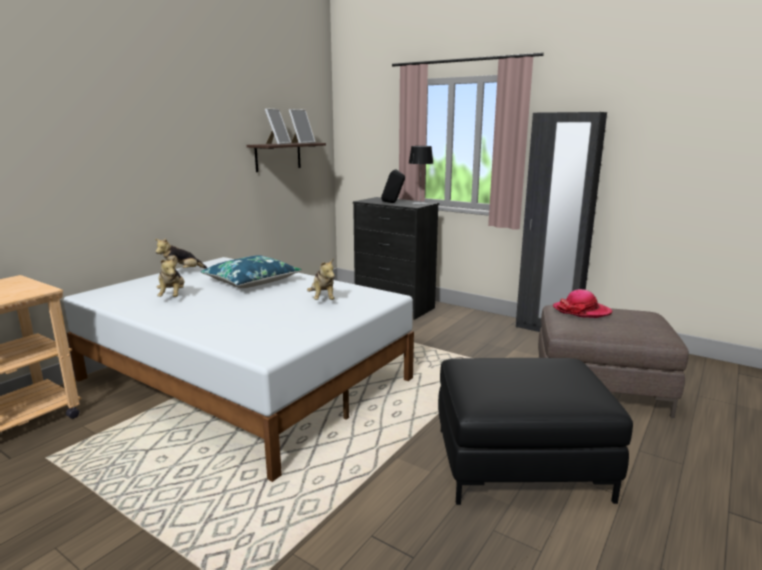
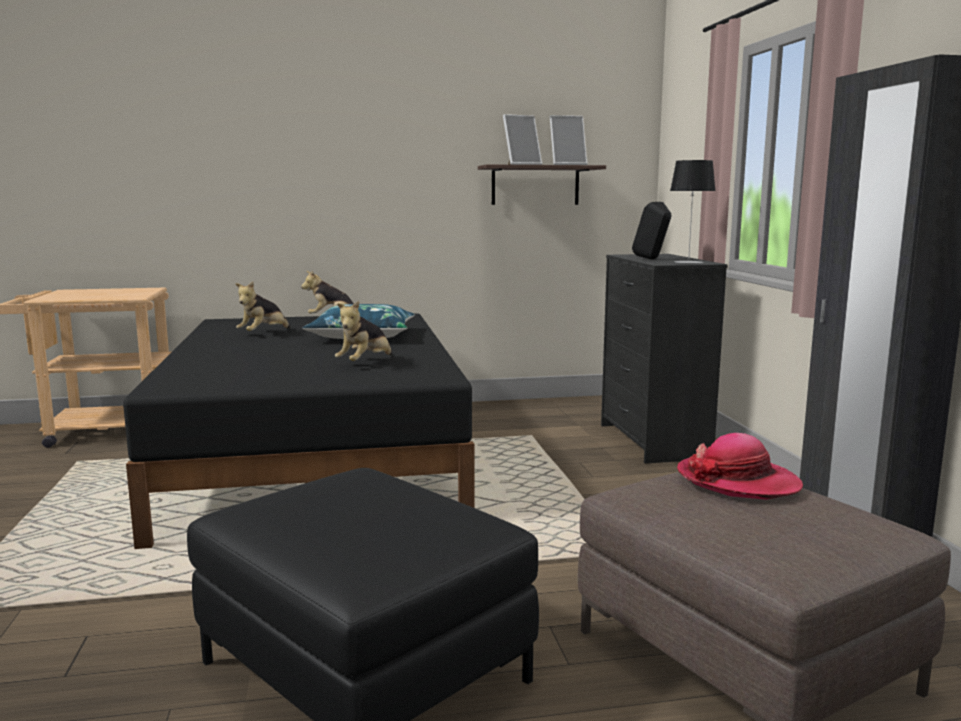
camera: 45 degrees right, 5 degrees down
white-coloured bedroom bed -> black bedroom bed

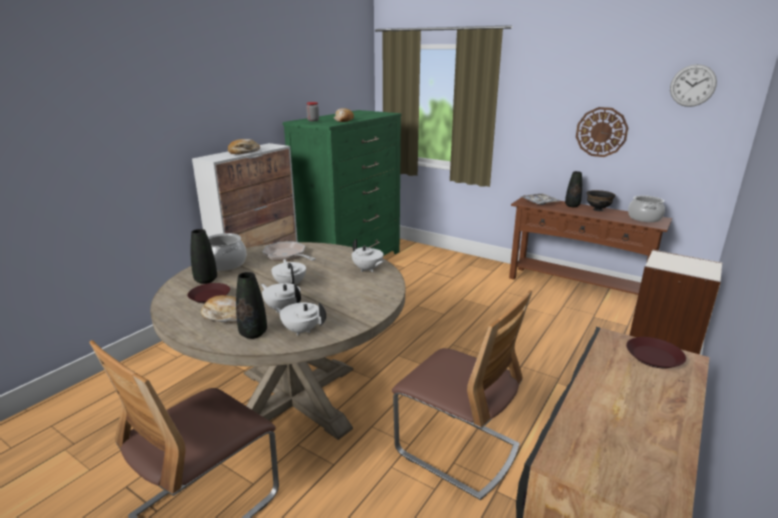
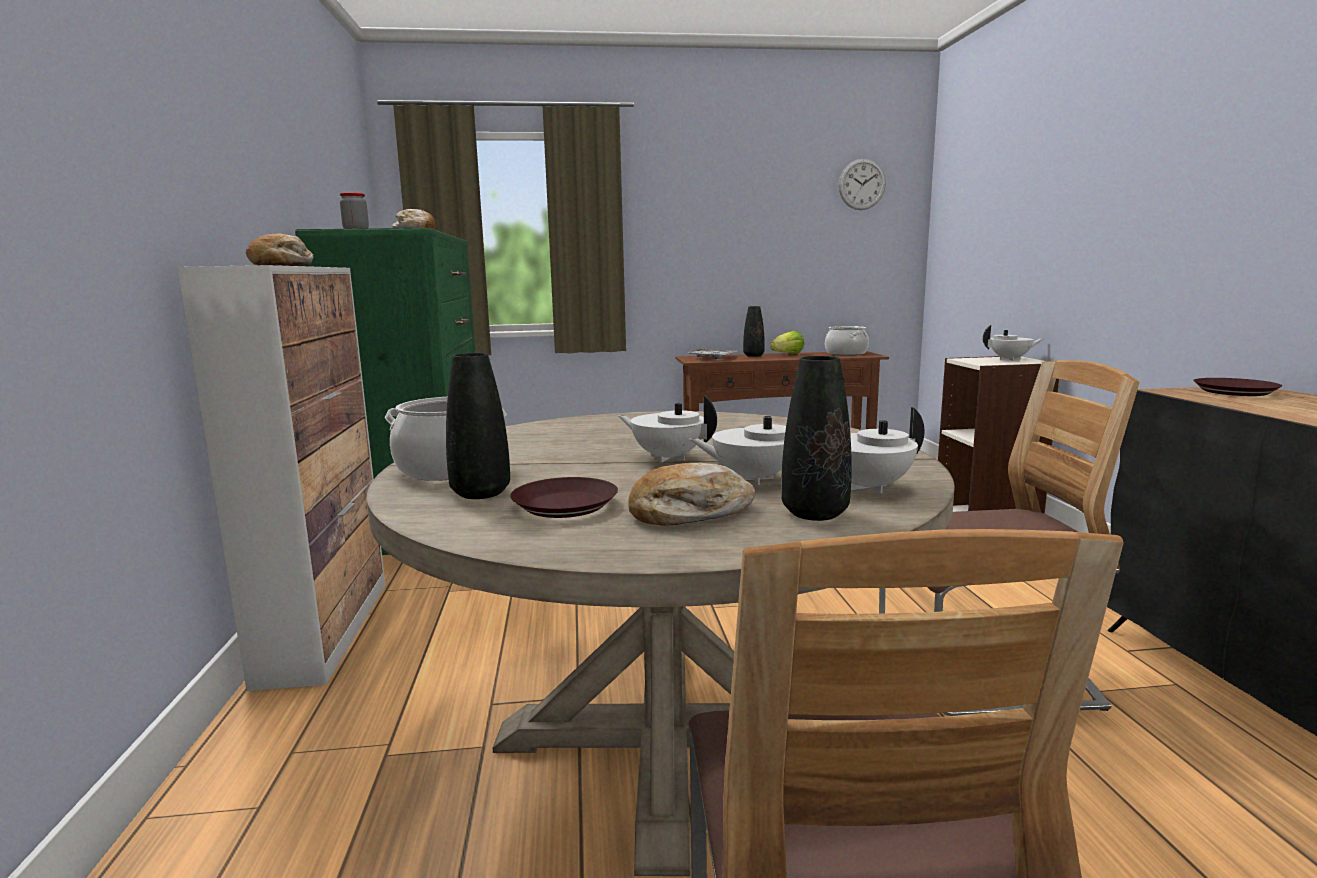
camera: 40 degrees left, 10 degrees down
clock on the wall (1st from left) -> none
black bowl -> lettuce
white-coloured pot for tea (4th from left), move
pan -> none

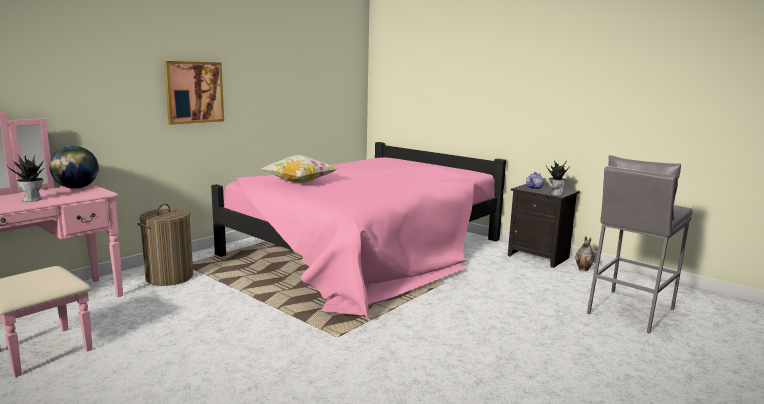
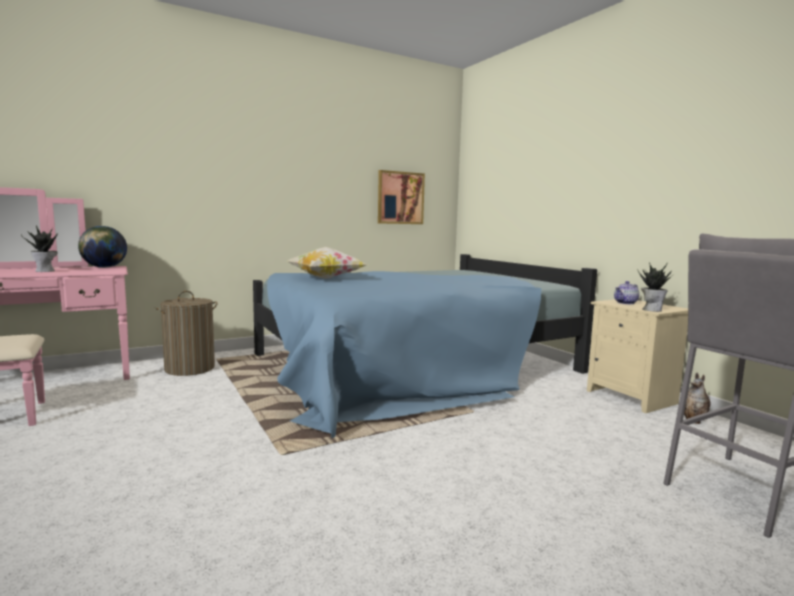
camera: 20 degrees right, 5 degrees down
picture, move
pink-coloured bedroom bed -> bluish bedroom bed
black nightstand -> beige-coloured nightstand

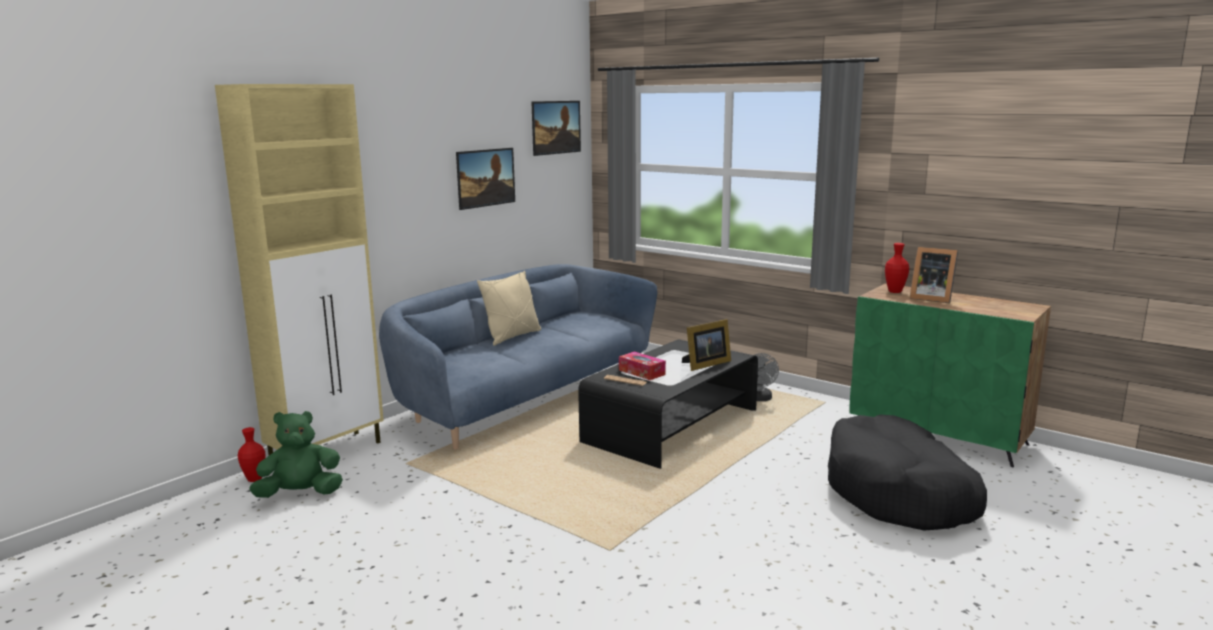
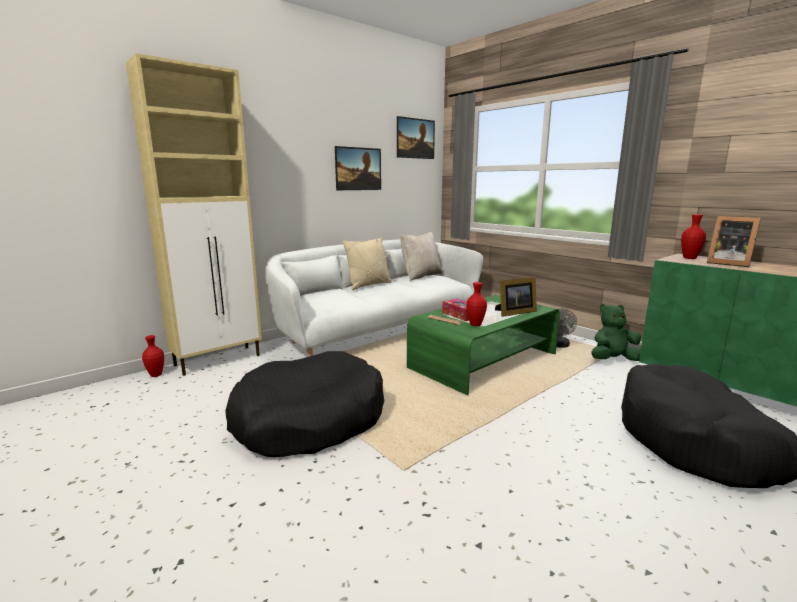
camera: 10 degrees right, 0 degrees up
bluish sofa -> white-coloured sofa
black lounge table -> greenish lounge table
greenish soft toy, move
none -> beige-coloured cushion (2nd from left)
none -> red vase (2nd from left)
none -> black dog bed (1st from left)

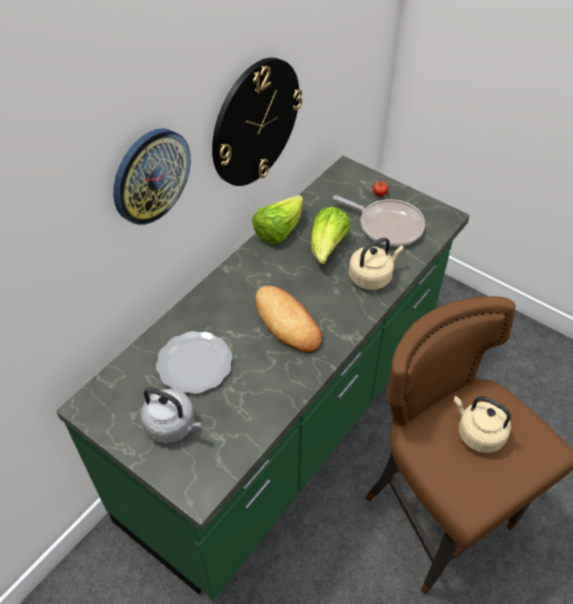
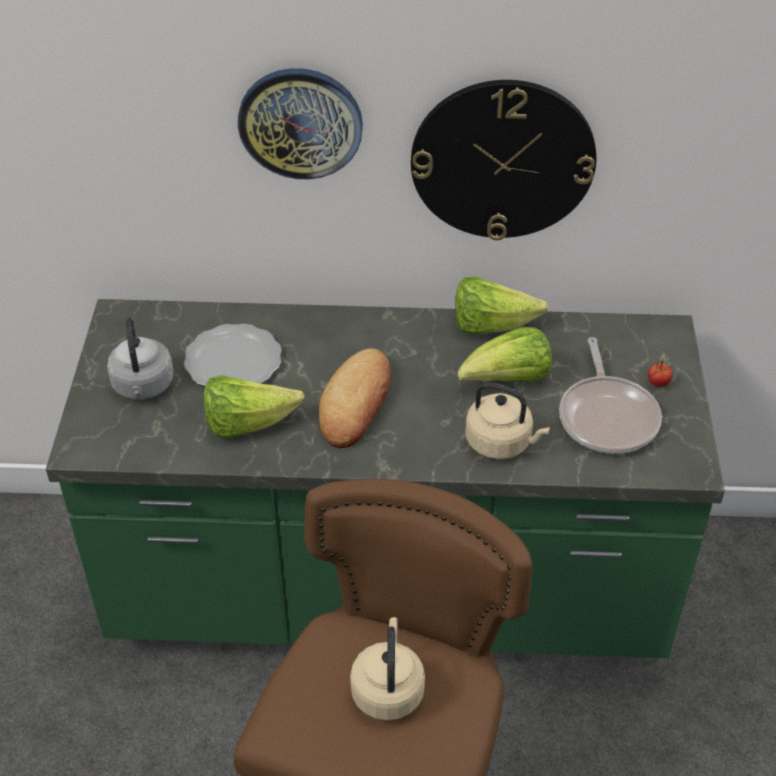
camera: 55 degrees right, 5 degrees down
none -> lettuce (1st from left)

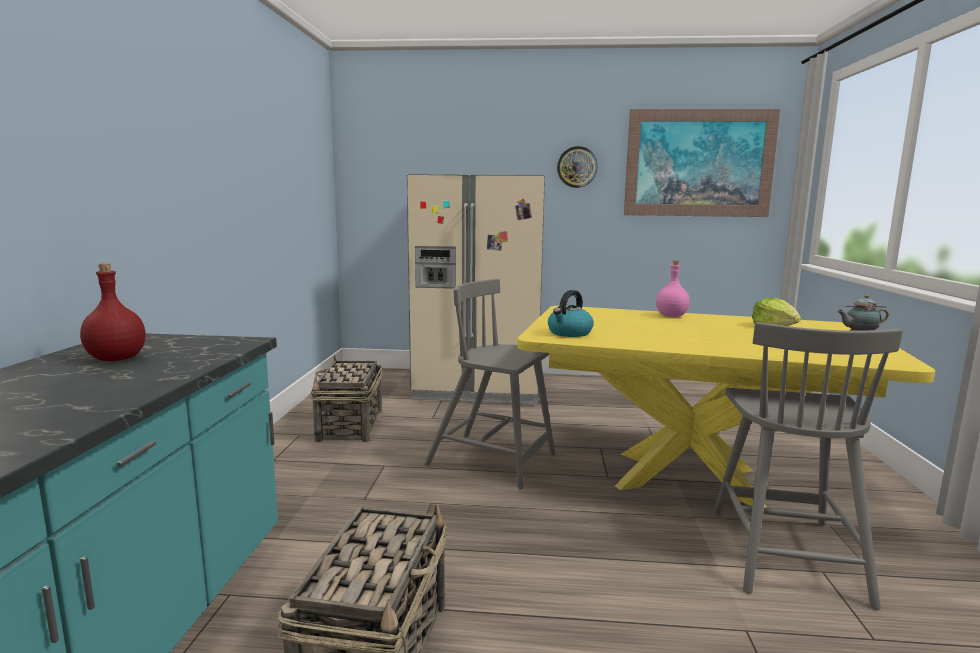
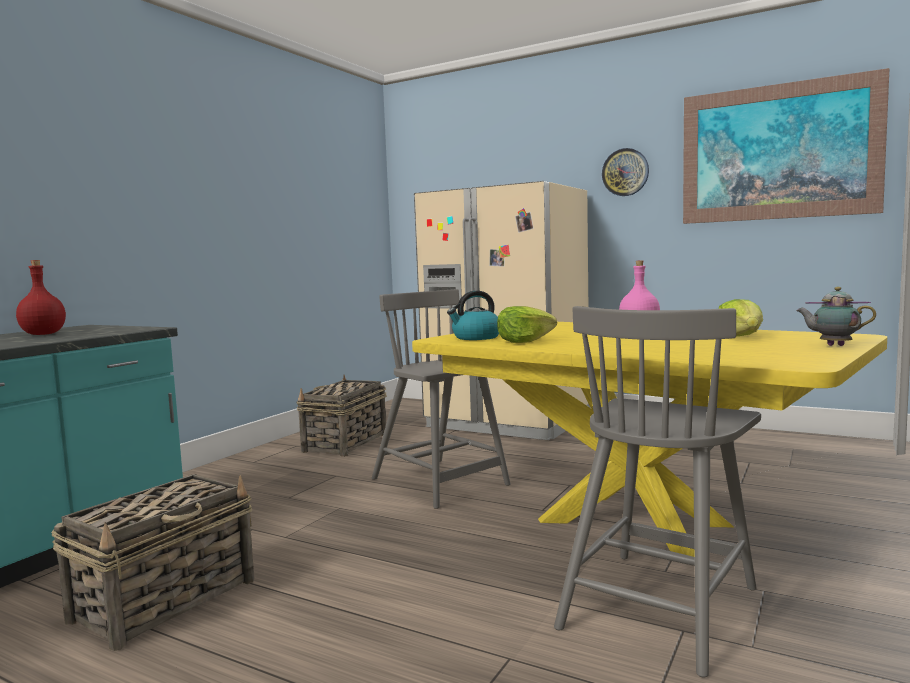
camera: 25 degrees right, 5 degrees down
none -> lettuce (1st from left)

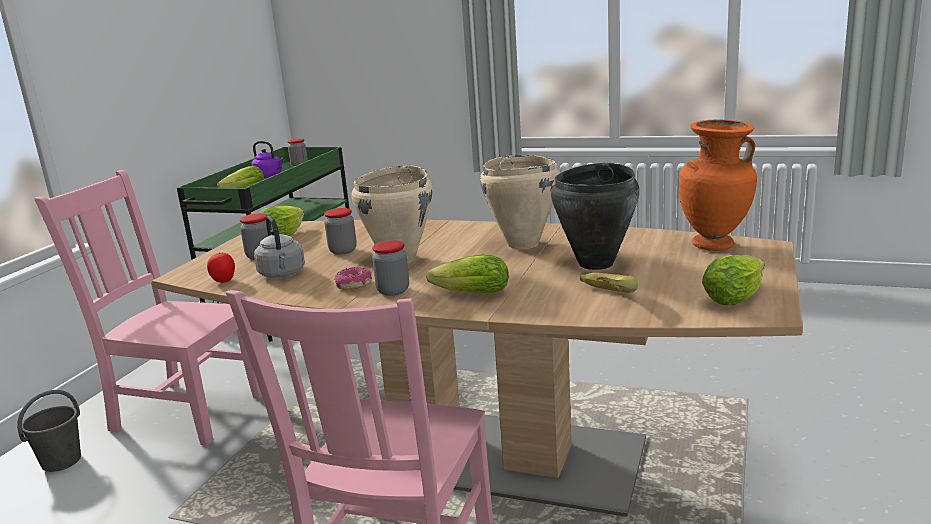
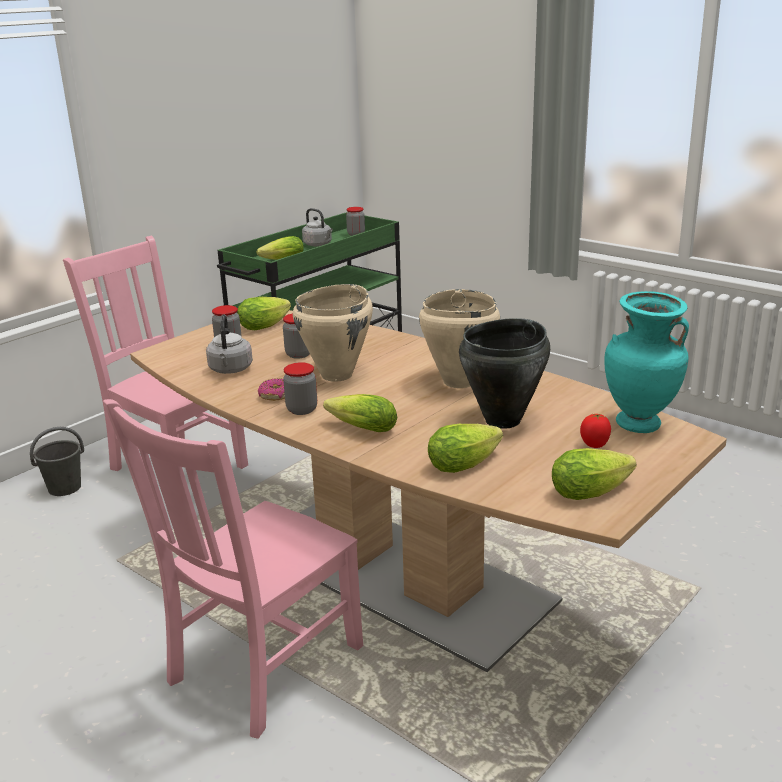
camera: 20 degrees right, 5 degrees up
orange vase -> turquoise-coloured vase
purple-coloured kettle -> greyish kettle (2nd from left)
tomato, move
whole banana -> lettuce (4th from left)

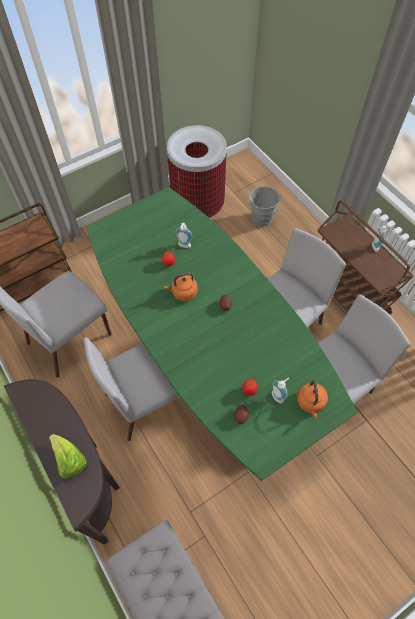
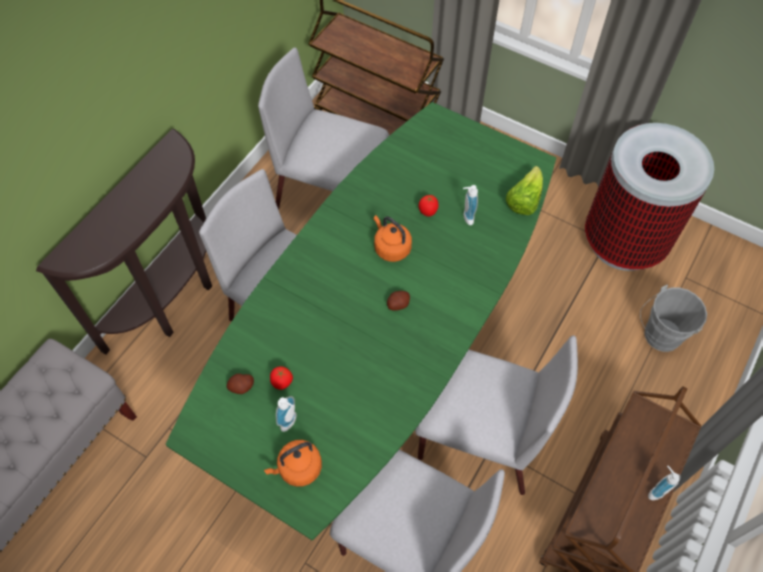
camera: 65 degrees right, 0 degrees up
lettuce, move

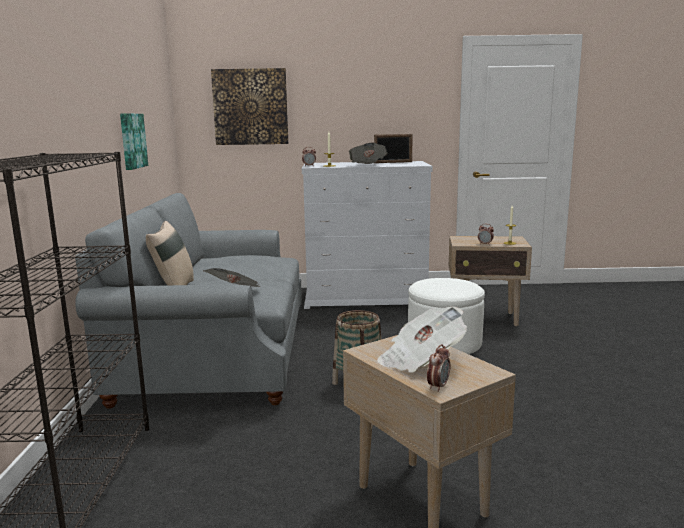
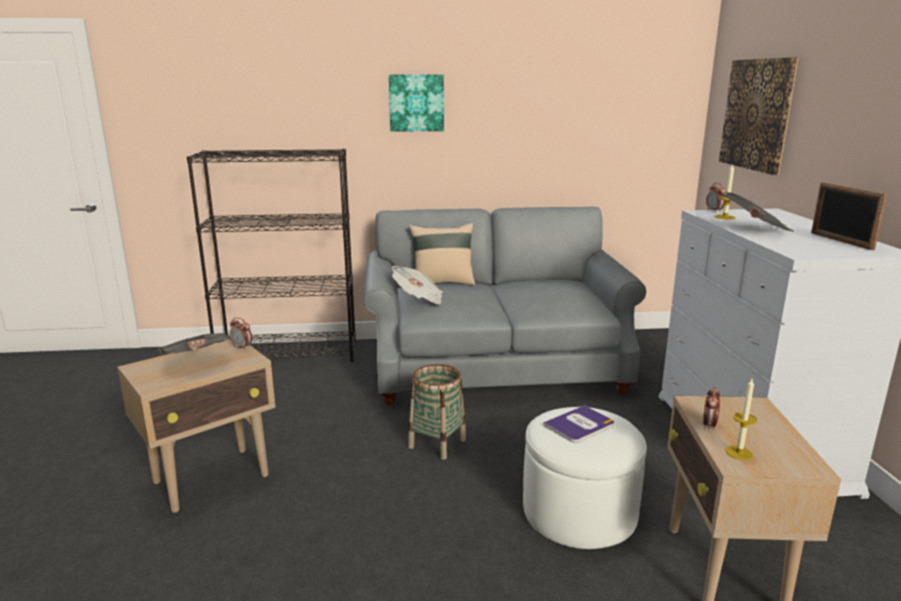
camera: 85 degrees right, 5 degrees up
picture (1st from left), move
alarm clock (2nd from left in the first image) -> alarm clock (1st from left), move
none -> volume

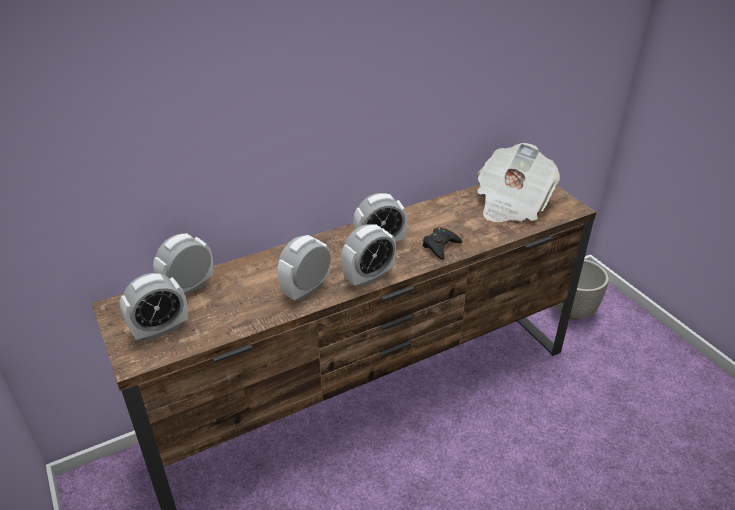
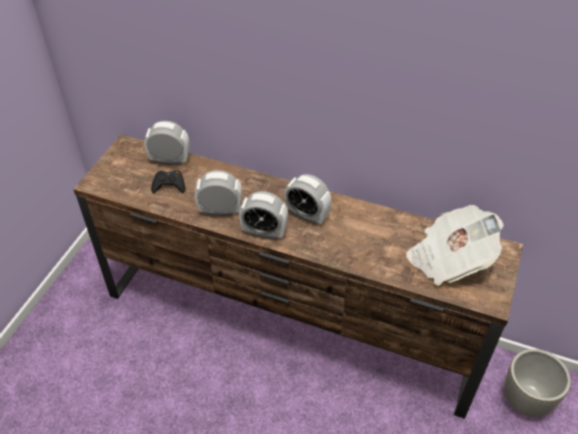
camera: 50 degrees right, 10 degrees up
black joypad, move
alarm clock (1st from left) -> none

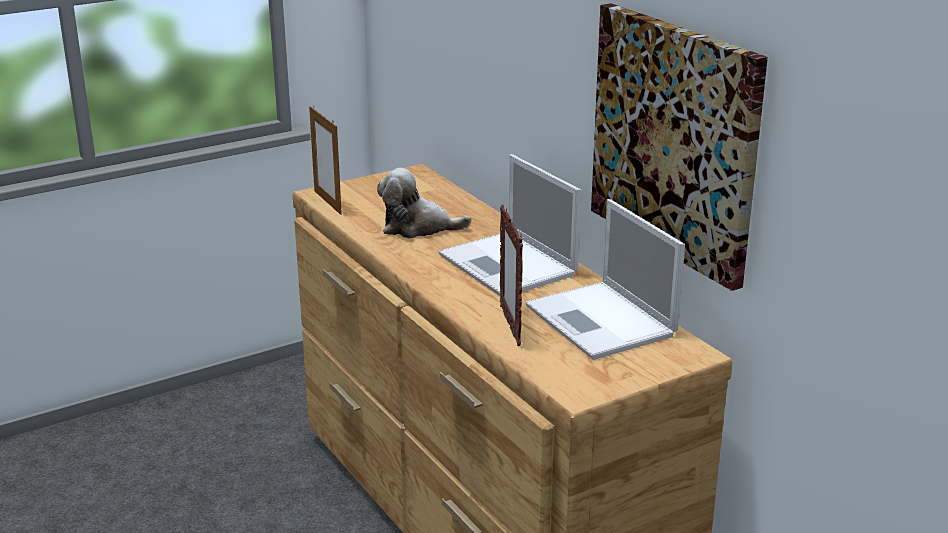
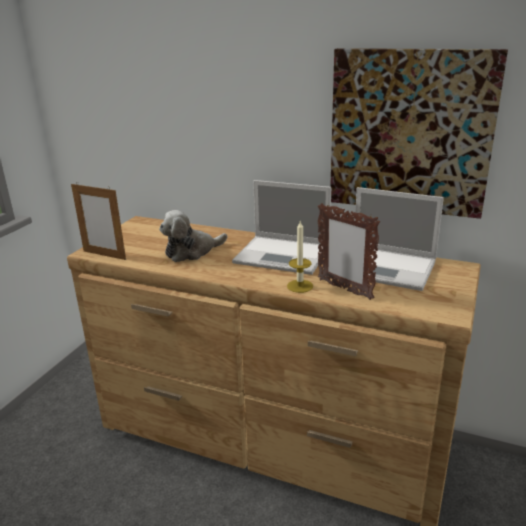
camera: 35 degrees left, 0 degrees up
none -> candle

